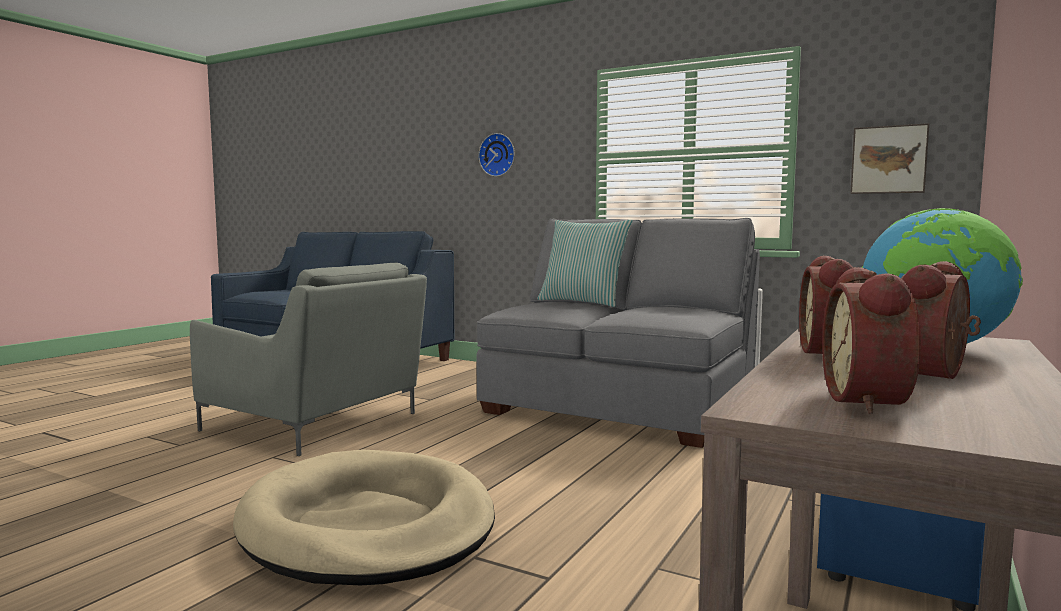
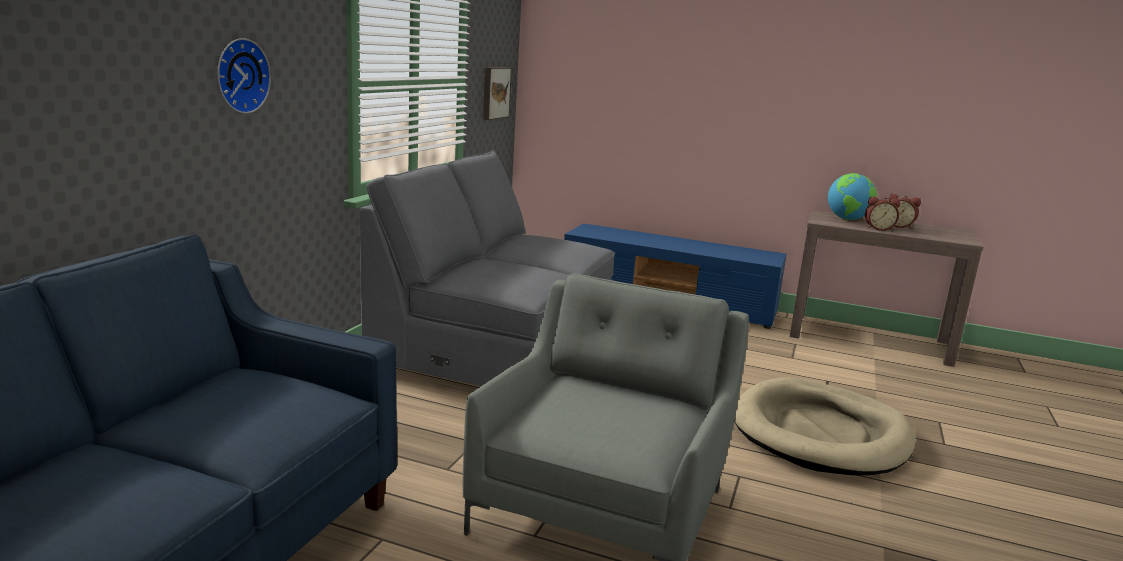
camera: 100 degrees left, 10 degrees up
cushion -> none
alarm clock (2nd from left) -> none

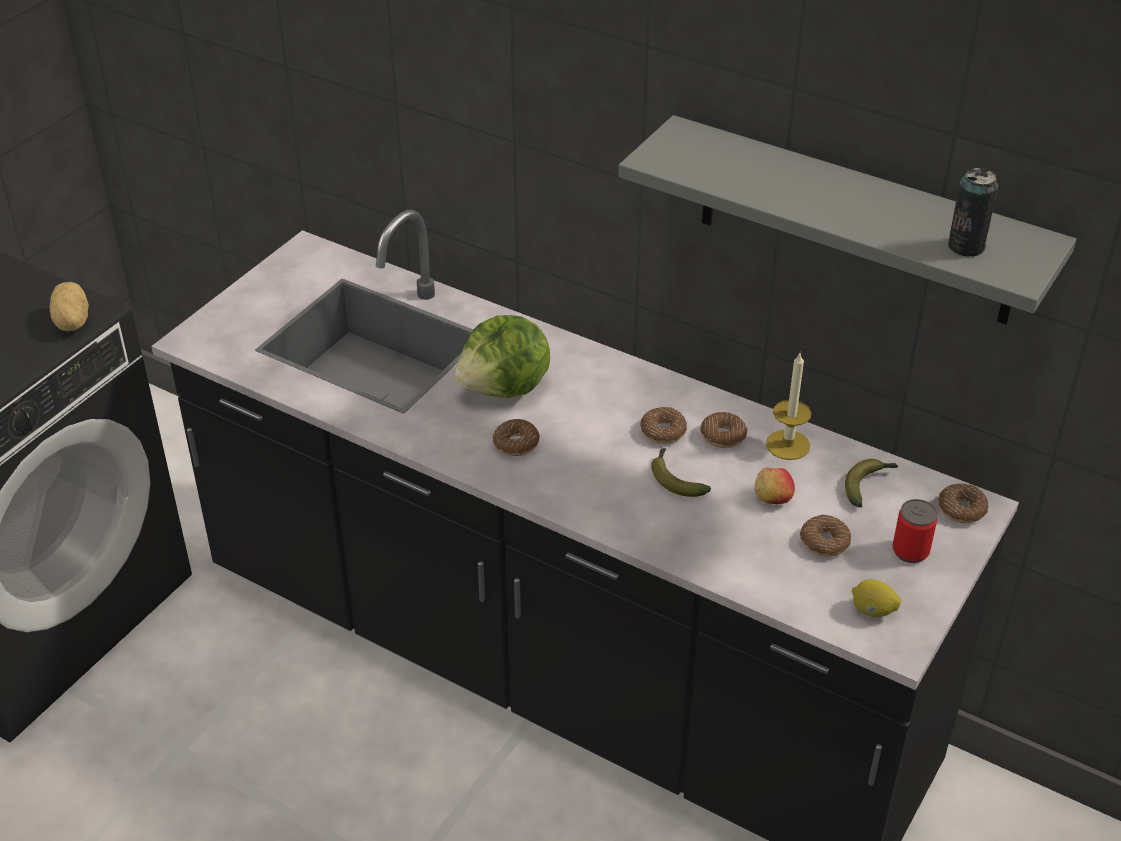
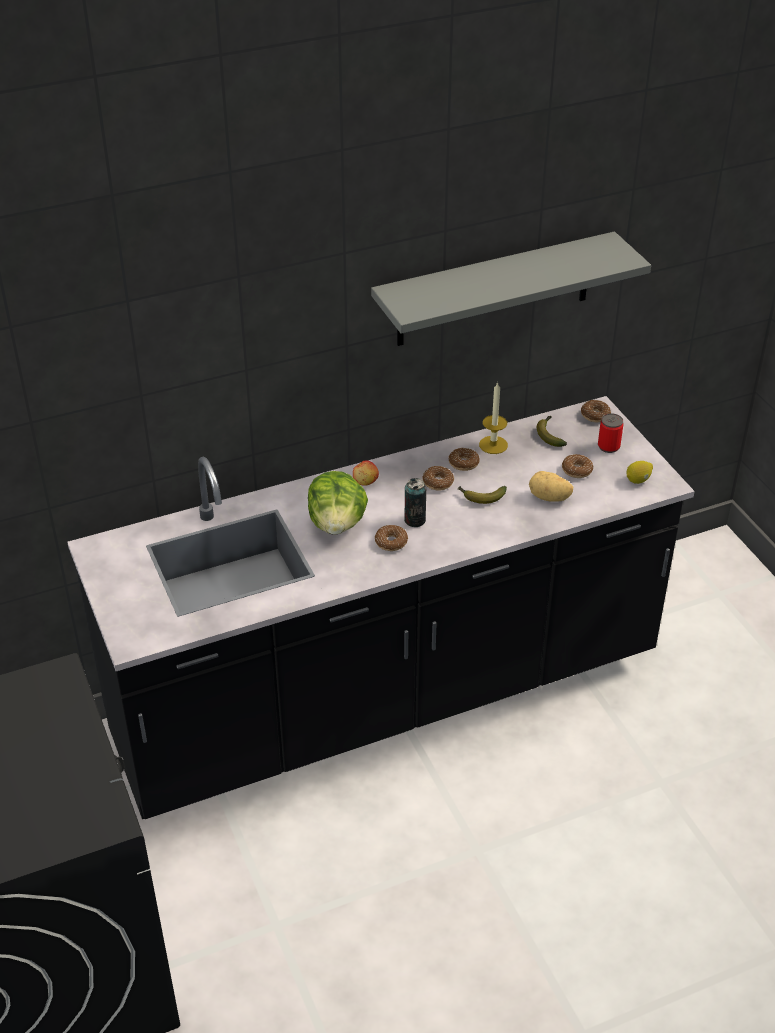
camera: 55 degrees left, 0 degrees up
can (2nd from left in the first image) -> can (1st from left), move
potato, move
apple fruit, move

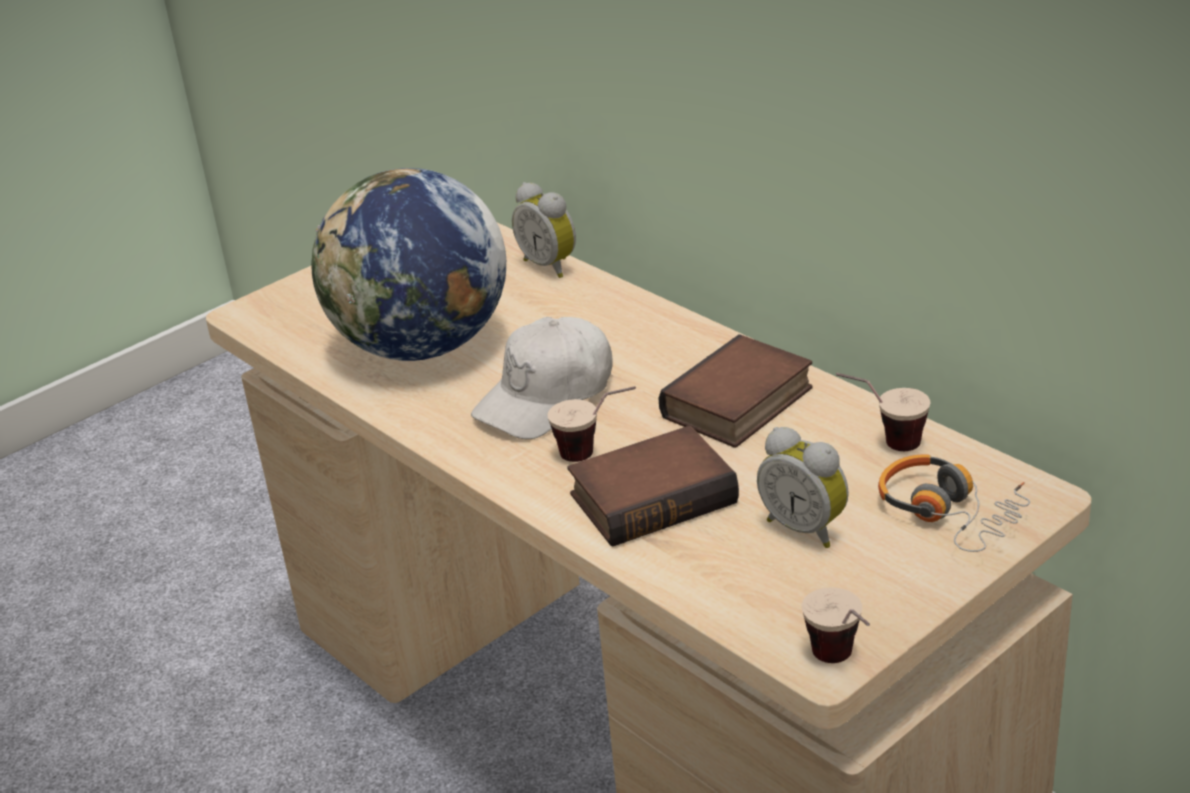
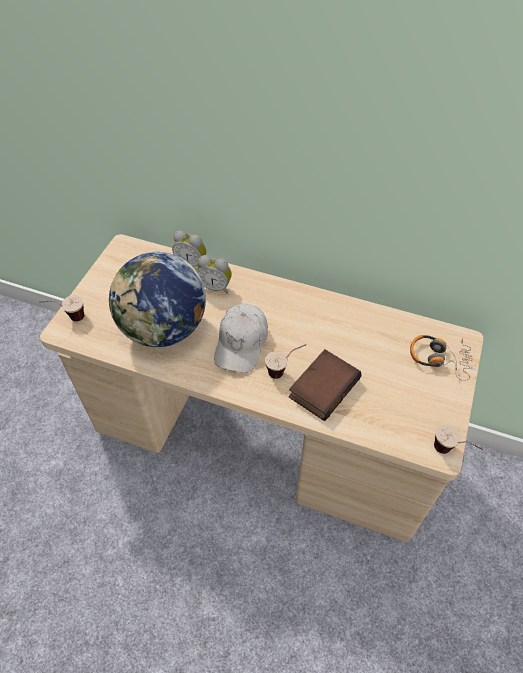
camera: 30 degrees left, 20 degrees up
volume (2nd from left) -> none
drinking cup (3rd from left in the first image) -> drinking cup (1st from left), move
alarm clock (2nd from left), move

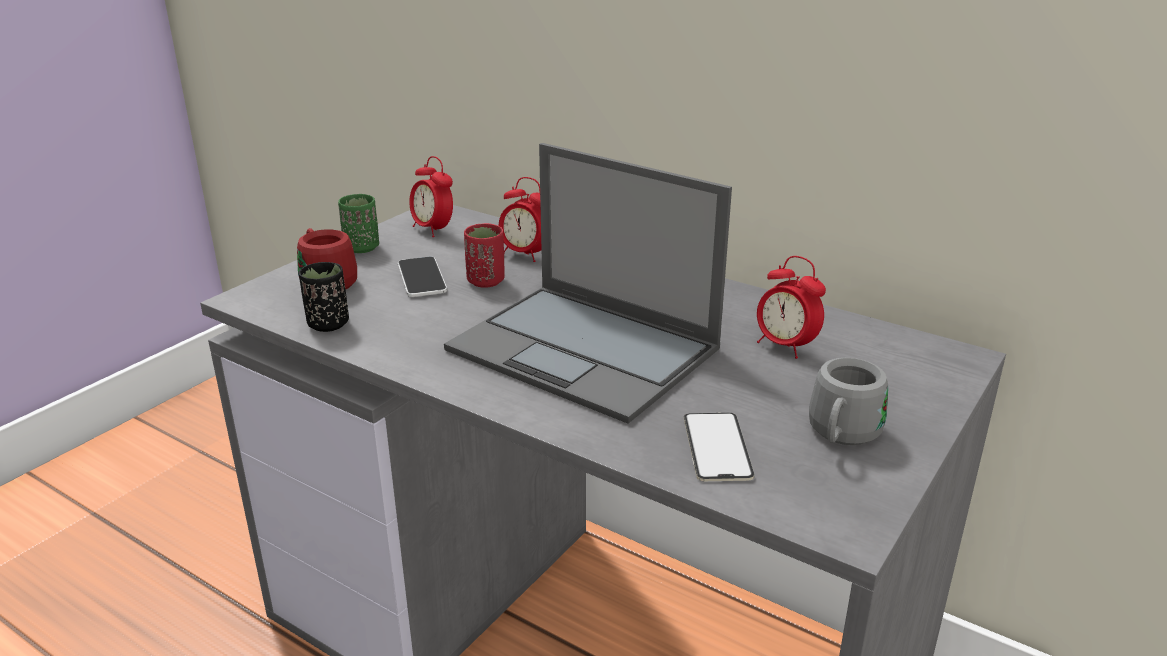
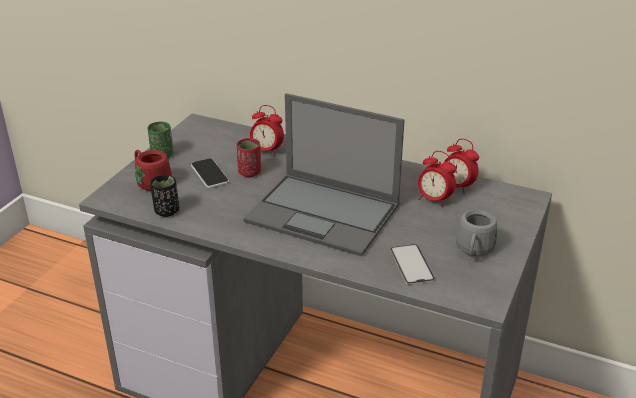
camera: 10 degrees left, 5 degrees up
alarm clock (1st from left in the first image) -> alarm clock (3rd from left), move

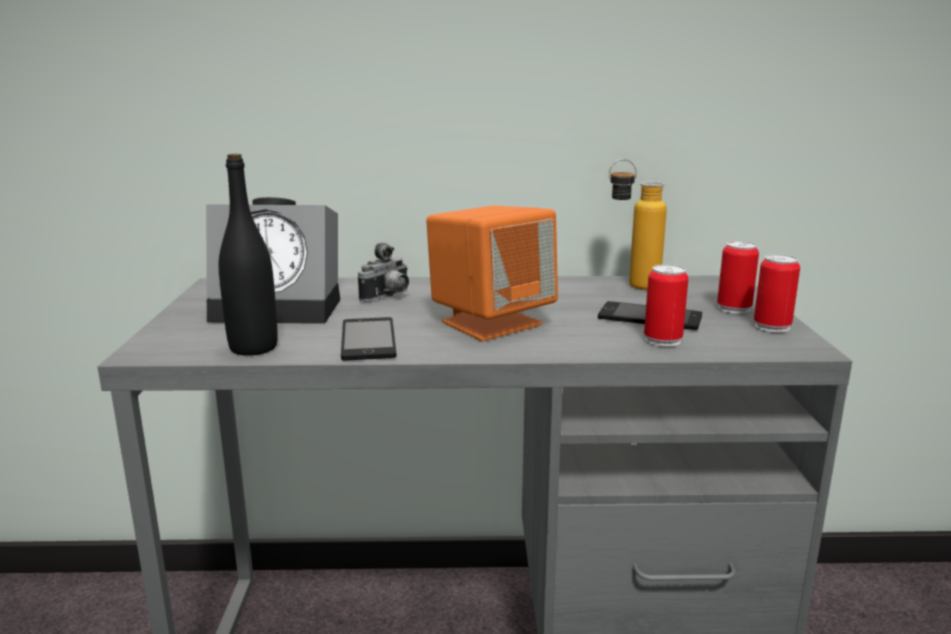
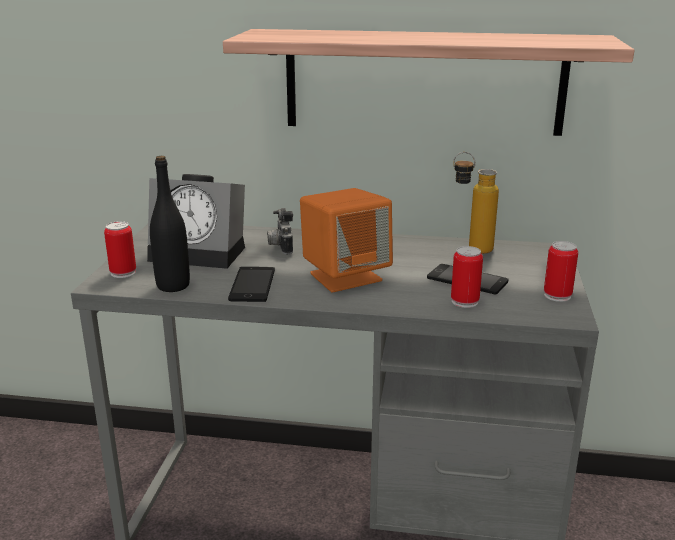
camera: 10 degrees right, 5 degrees up
can (2nd from left in the first image) -> can (1st from left), move
still camera, 120 degrees clockwise
none -> wall shelf

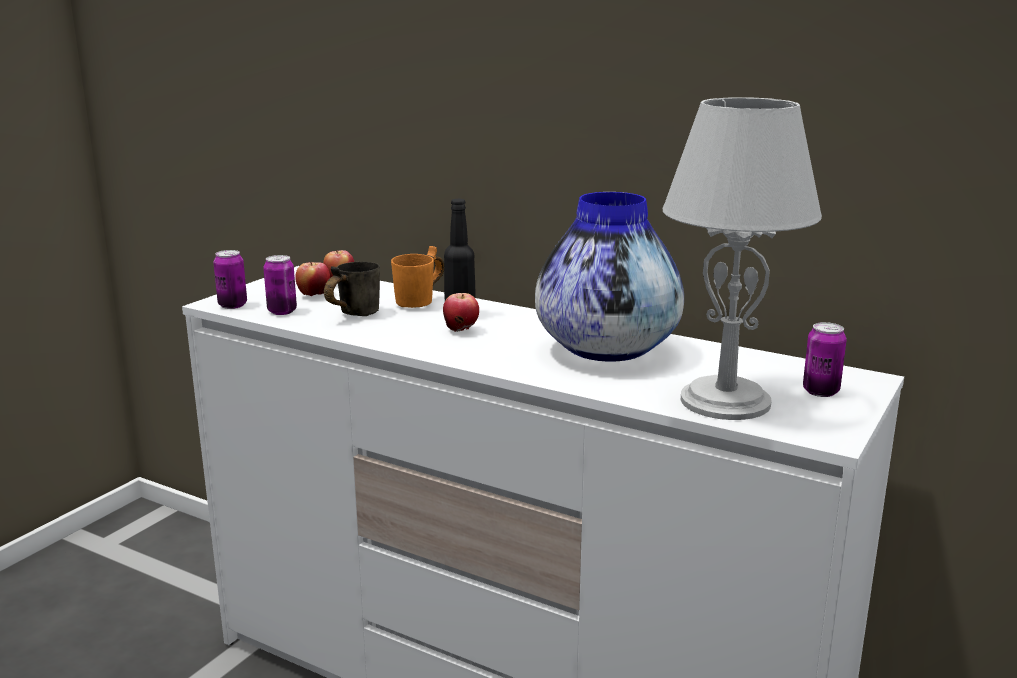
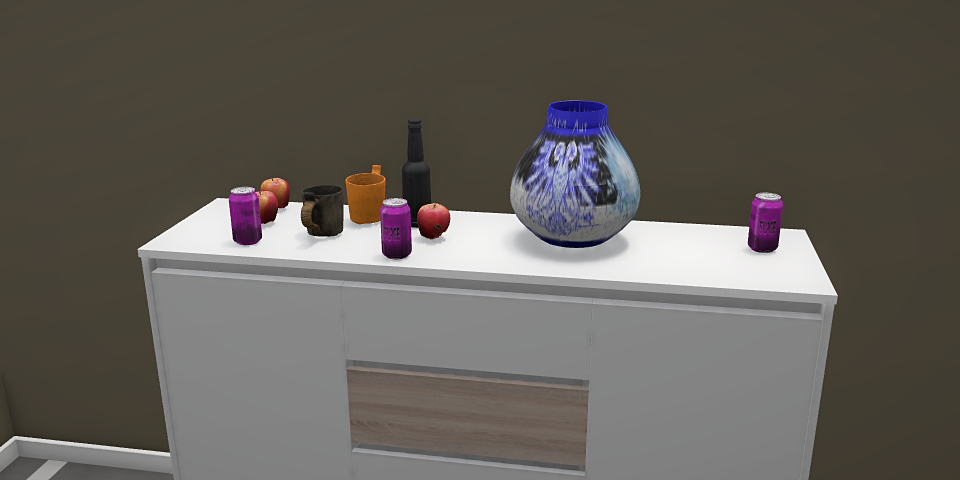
camera: 20 degrees left, 0 degrees up
greyish lamp for a table -> none
can (1st from left in the first image) -> can (2nd from left), move

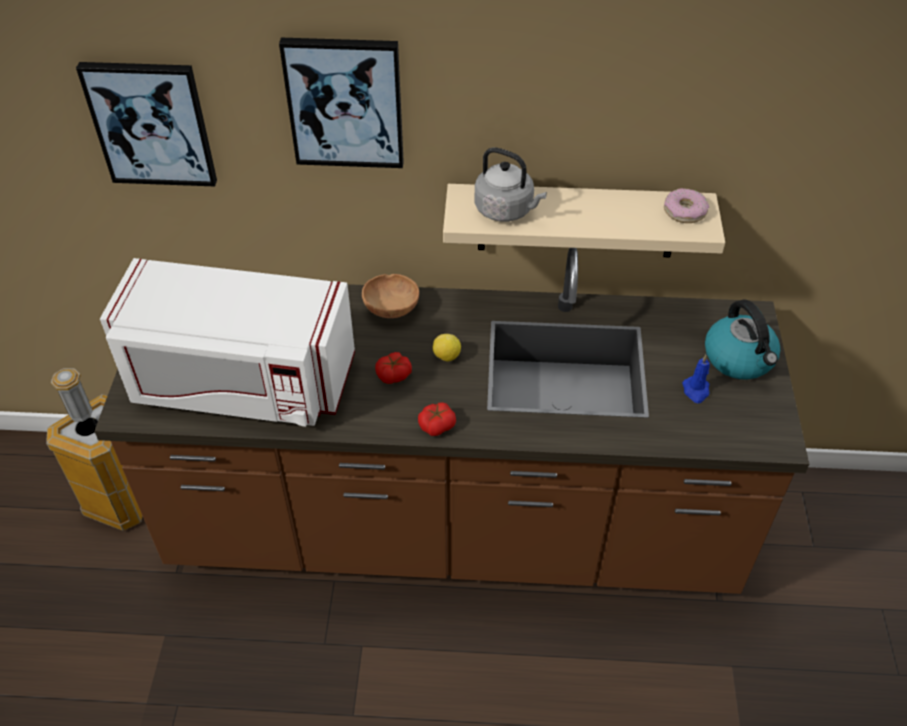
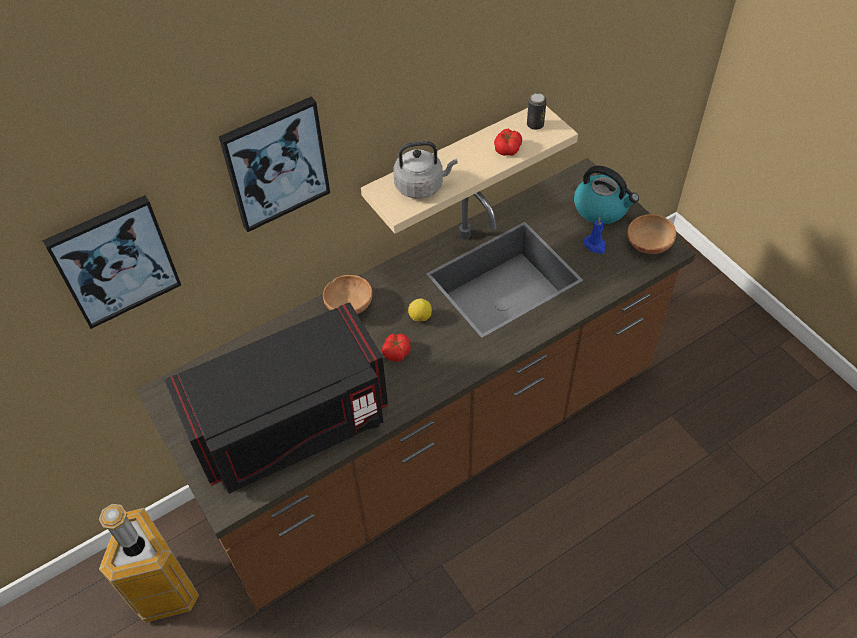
camera: 35 degrees left, 5 degrees up
ring doughnut -> can
white-coloured kitchen microwave -> black kitchen microwave
tomato (2nd from left), move
none -> brown-coloured bowl (2nd from left)

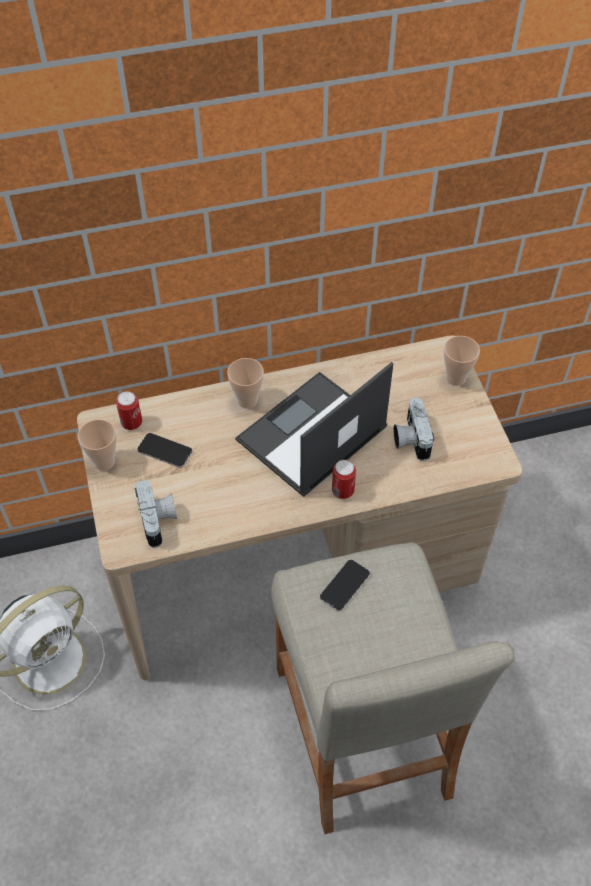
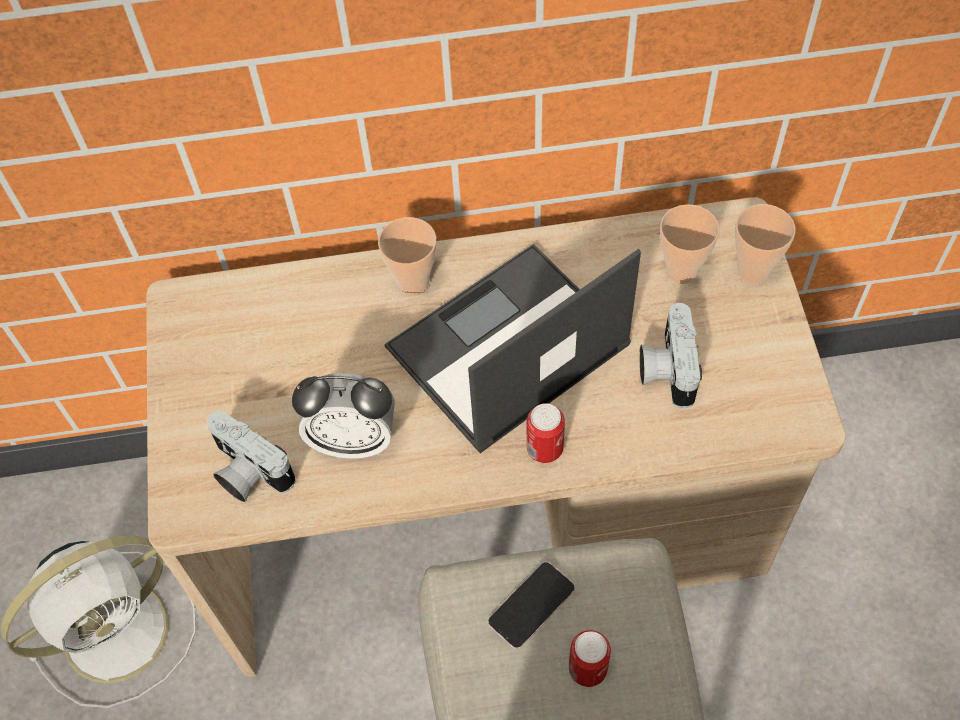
camera: 10 degrees right, 5 degrees up
can (1st from left in the first image) -> can (2nd from left), move
drinking cup (1st from left in the first image) -> drinking cup (2nd from left), move
telephone (1st from left) -> none
still camera (1st from left), 135 degrees clockwise
none -> alarm clock

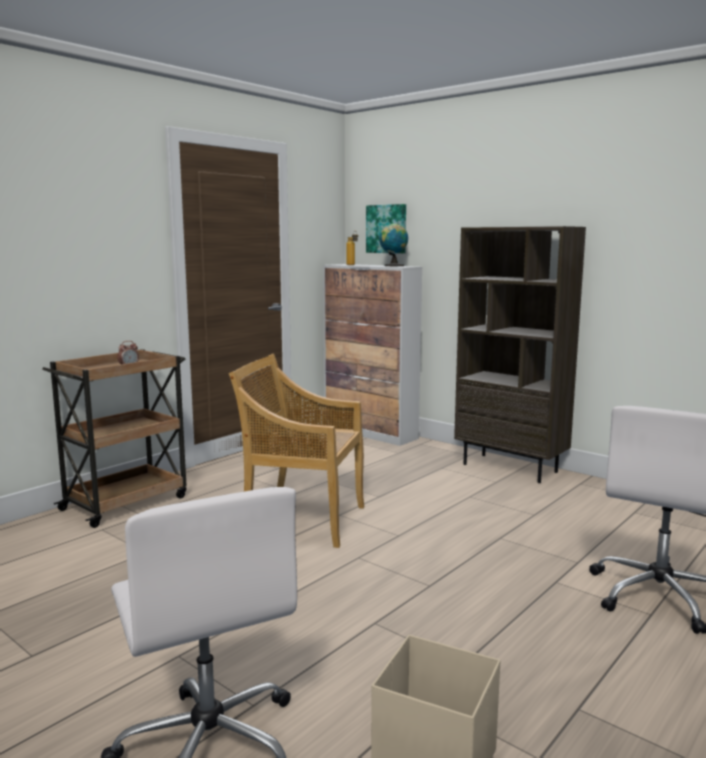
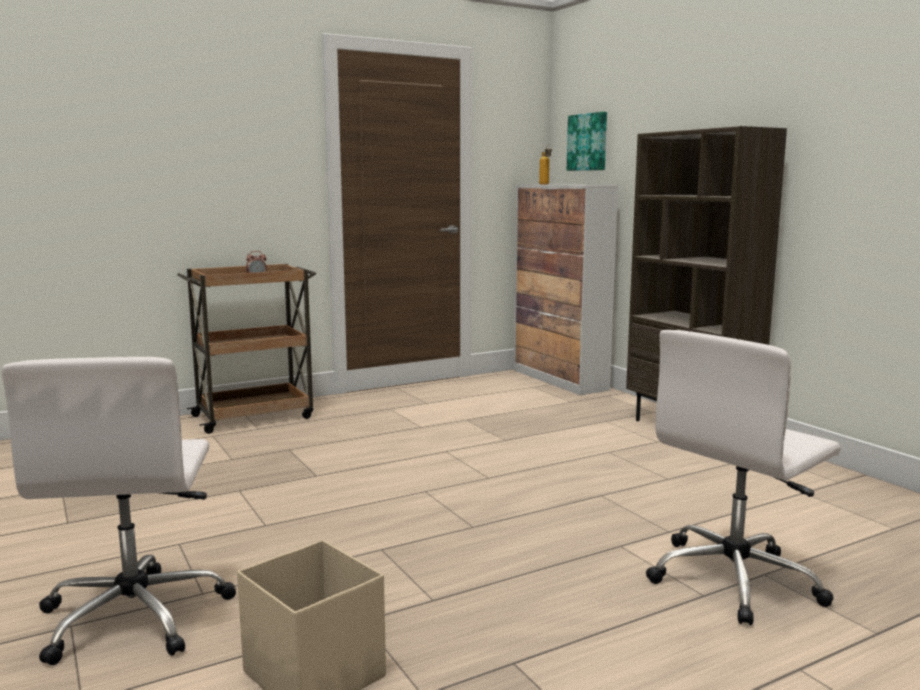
camera: 20 degrees right, 0 degrees up
globe -> none
beige-coloured upright chair -> none

